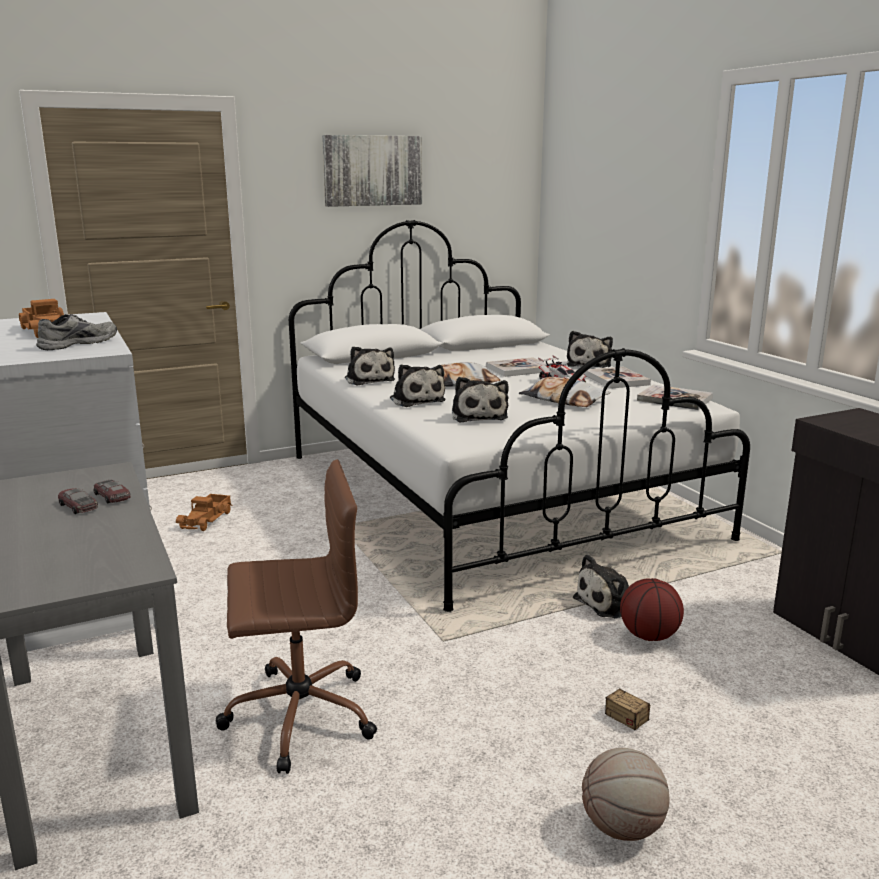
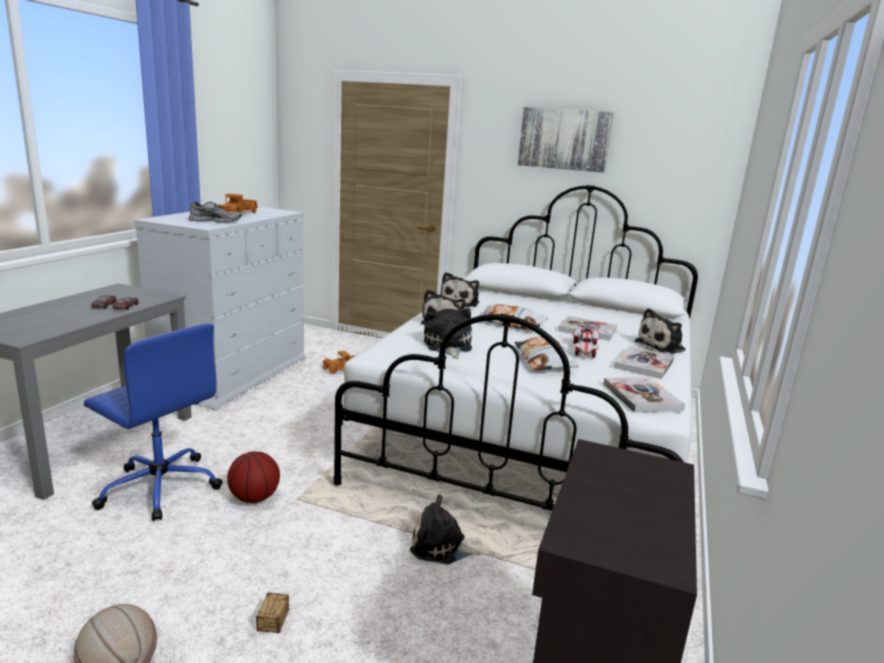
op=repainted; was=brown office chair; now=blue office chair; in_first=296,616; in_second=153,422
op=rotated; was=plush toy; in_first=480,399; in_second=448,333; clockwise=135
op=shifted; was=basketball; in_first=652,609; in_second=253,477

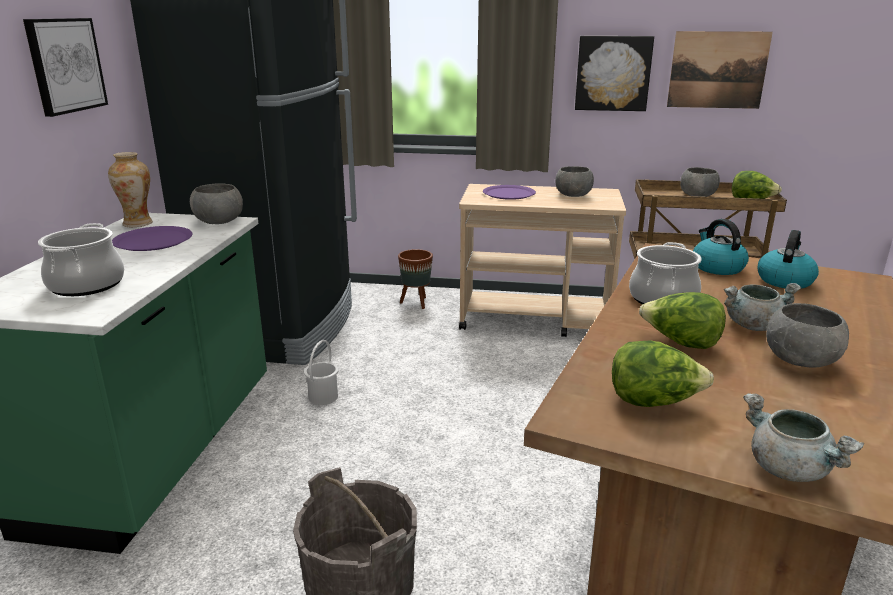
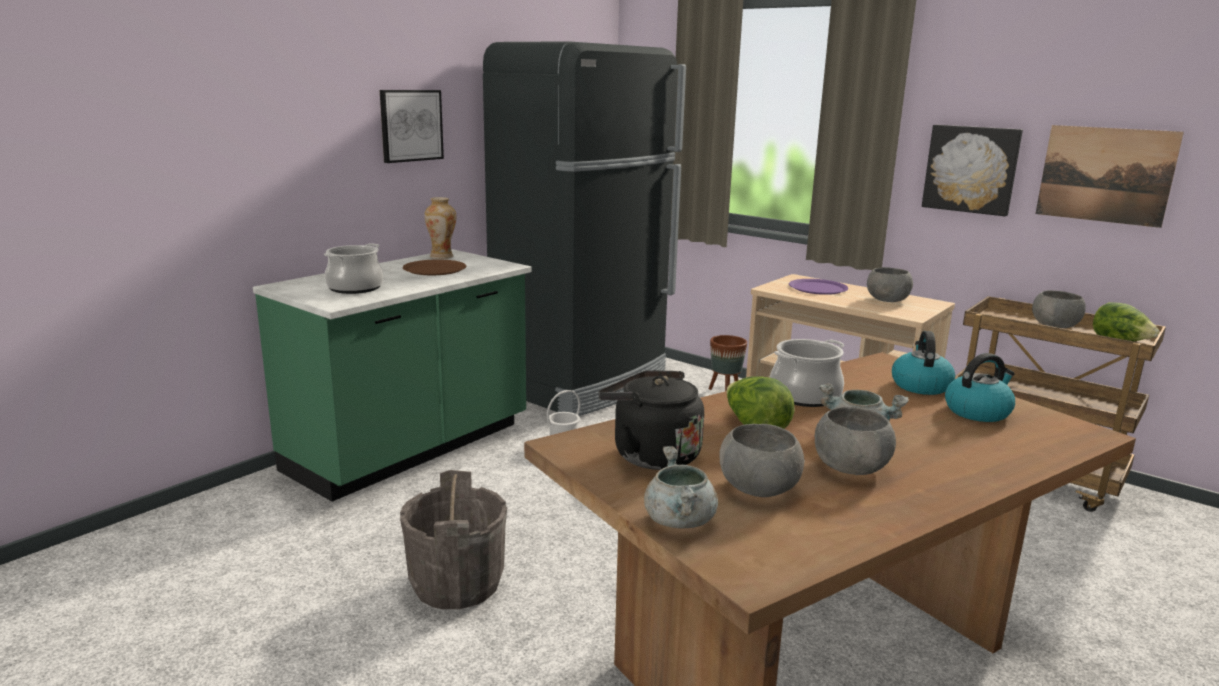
op=repainted; was=purple plate; now=brown plate; in_first=152,238; in_second=434,267
op=shifted; was=grey bowl; in_first=216,203; in_second=762,460
op=swapped; was=lettuce; now=black kettle; in_first=663,373; in_second=651,420

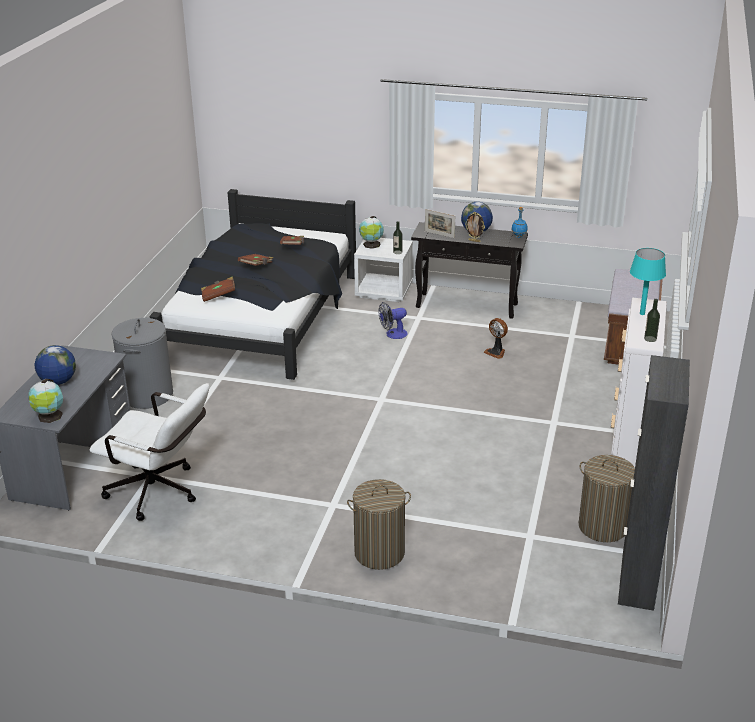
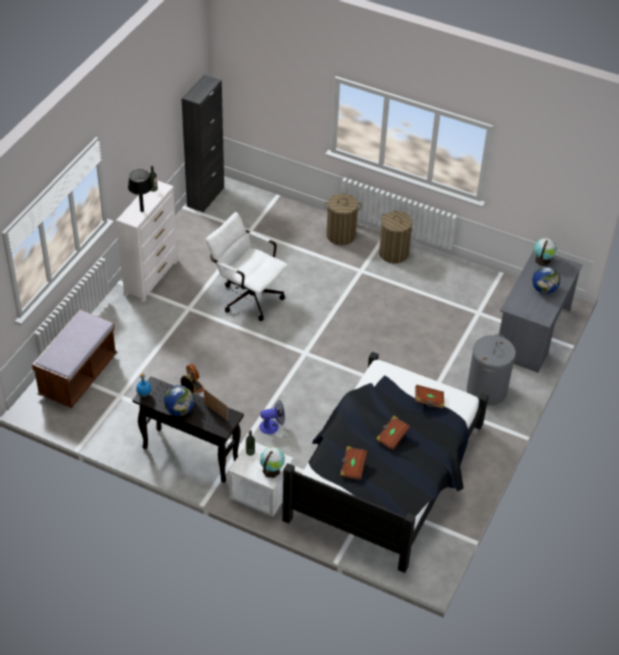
op=shifted; was=white office chair; in_first=149,452; in_second=247,266
op=shifted; was=laundry basket; in_first=607,498; in_second=396,237
op=repainted; was=turquoise table lamp; now=black table lamp; in_first=648,281; in_second=140,190

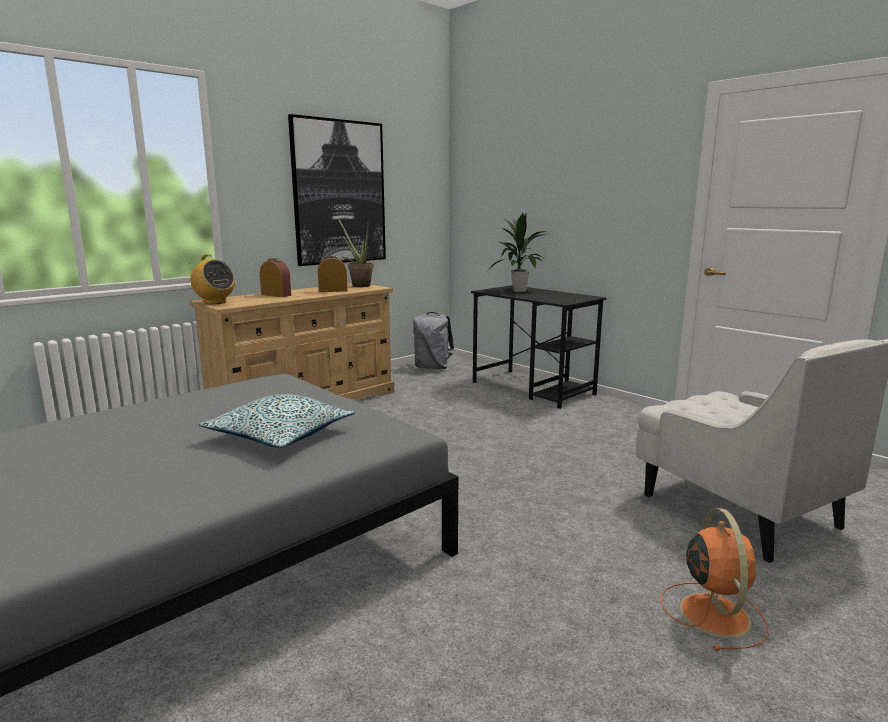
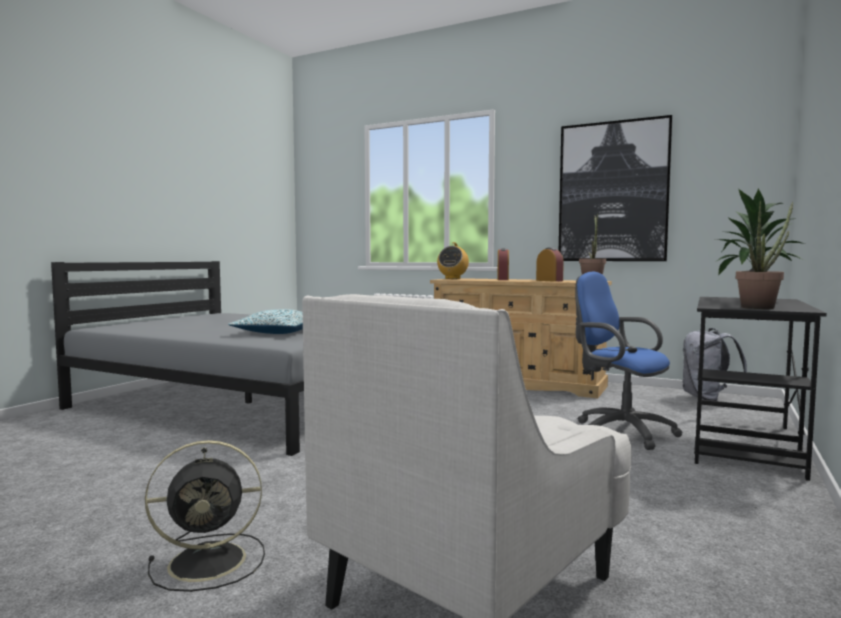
op=repainted; was=orange fan; now=black fan; in_first=714,579; in_second=205,516
op=new; now=blue office chair; in_second=629,361
op=new; now=potted plant; in_second=764,254

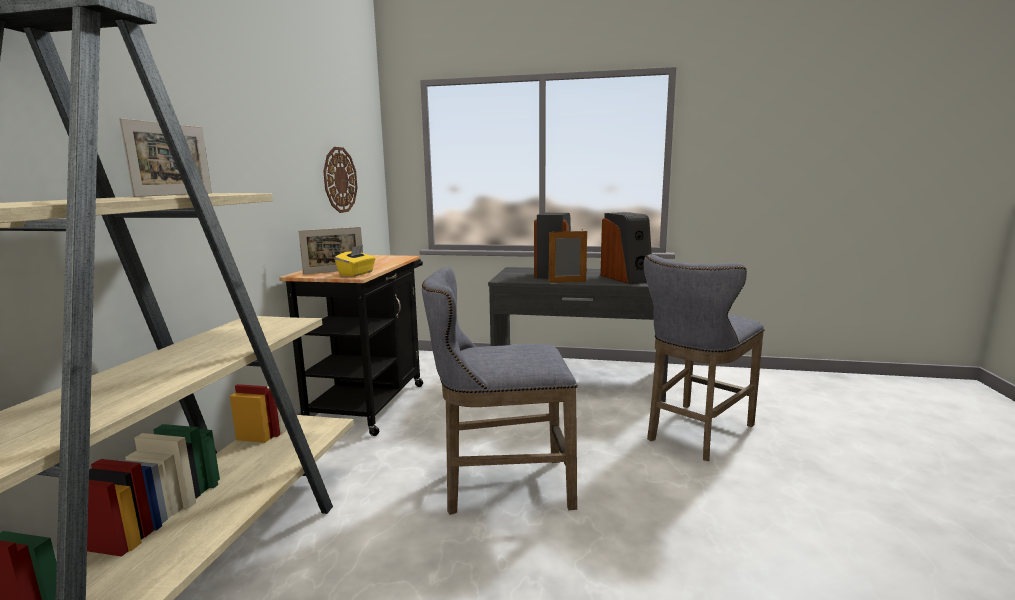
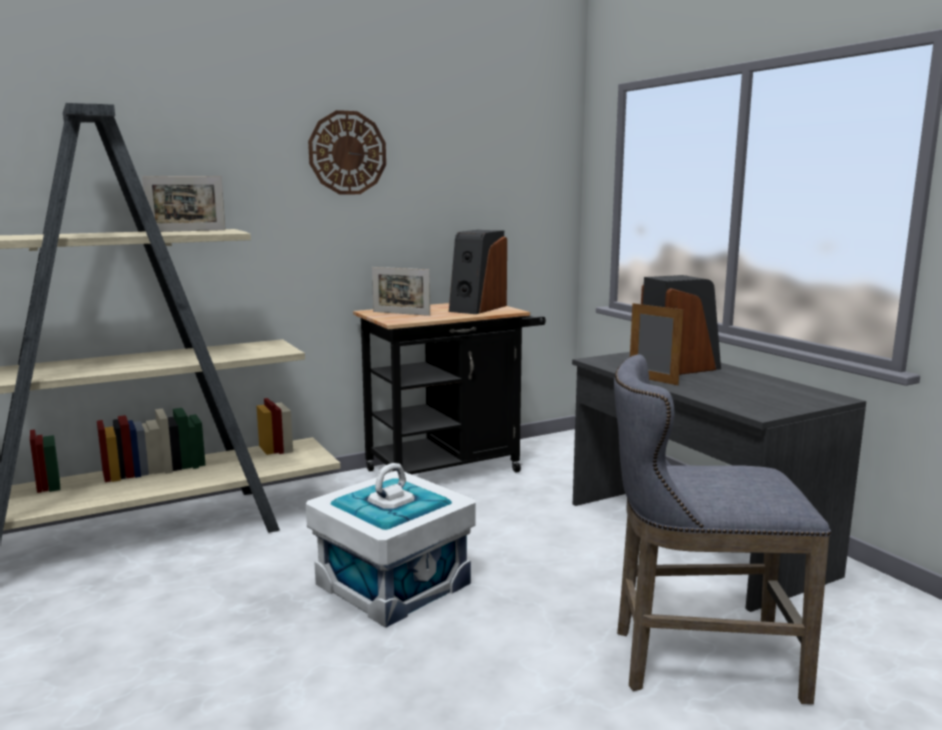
op=shifted; was=wall clock; in_first=340,180; in_second=347,152
op=gone; was=yellow tissue box; in_first=355,261
op=swapped; was=grey stool; now=white storage box; in_first=500,391; in_second=391,545
op=shifted; was=speaker; in_first=626,248; in_second=478,272

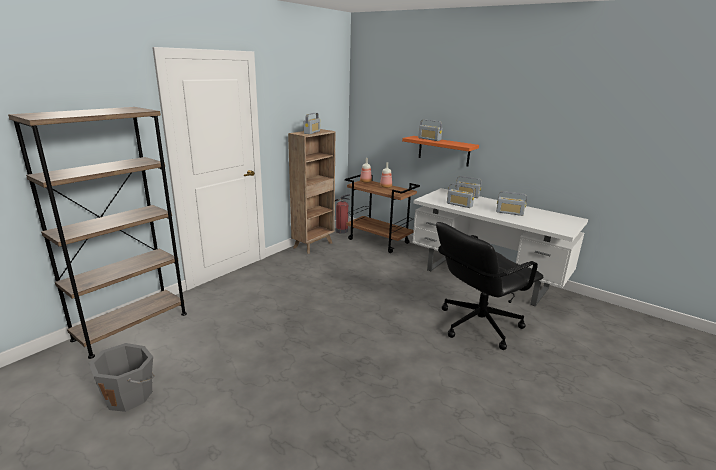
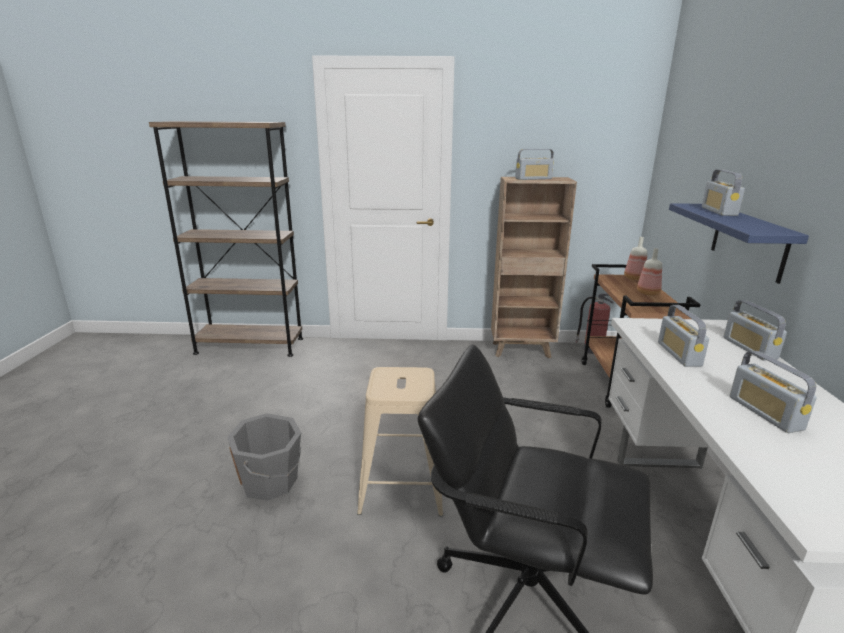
op=shifted; was=grey bucket; in_first=122,377; in_second=264,456
op=repainted; was=orange shelf; now=blue shelf; in_first=440,151; in_second=739,243
op=new; now=beige stool; in_second=400,441

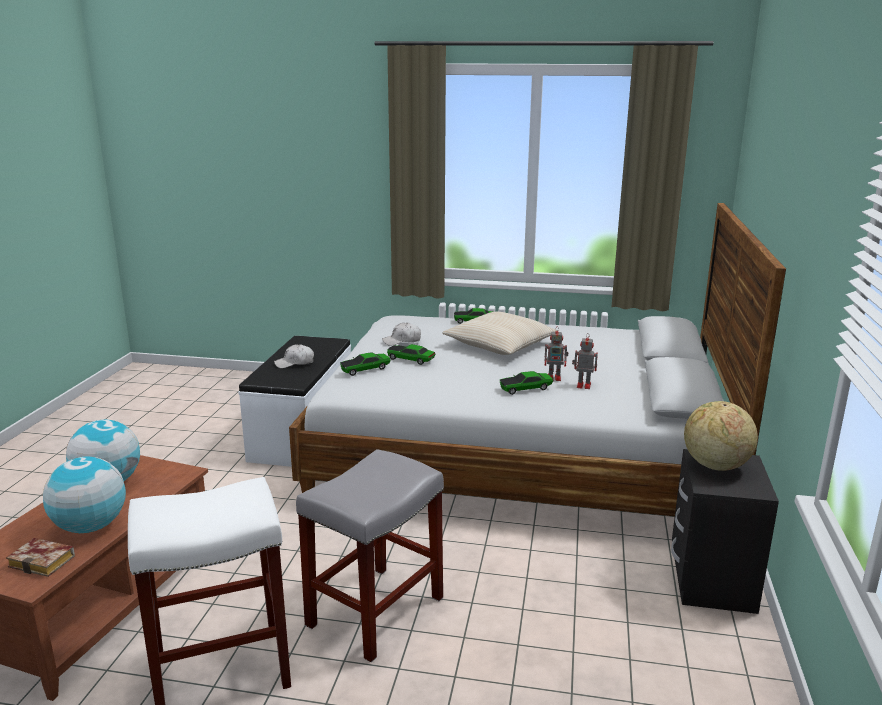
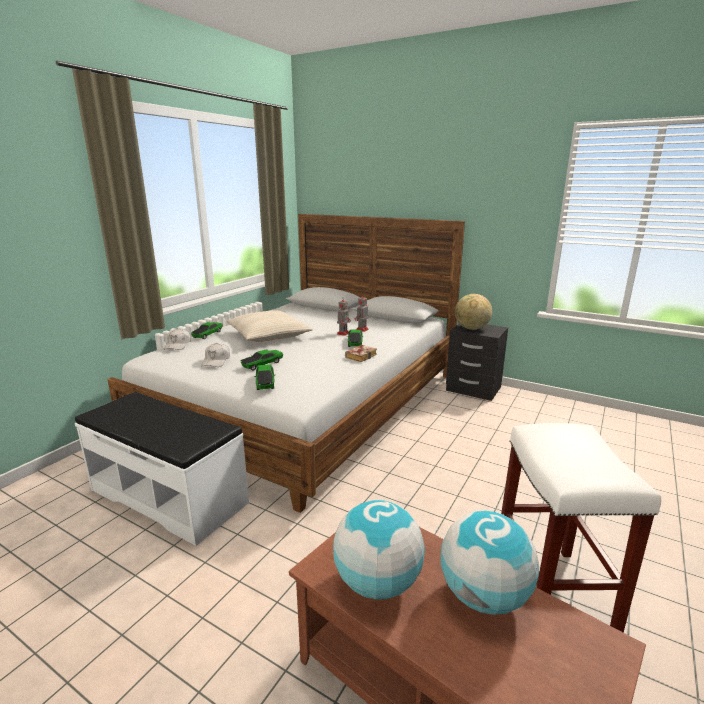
op=shifted; was=book; in_first=40,557; in_second=361,353
op=shifted; was=white cap; in_first=294,356; in_second=177,339
op=gone; was=grey stool; in_first=370,555

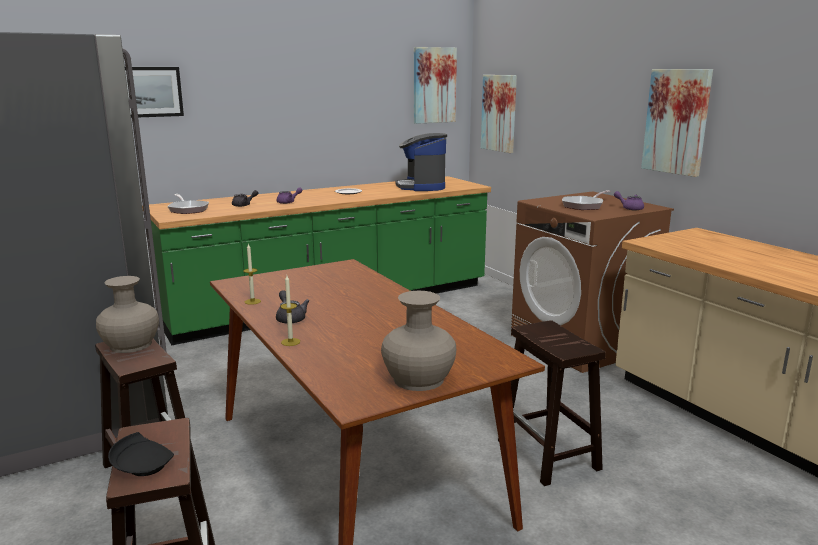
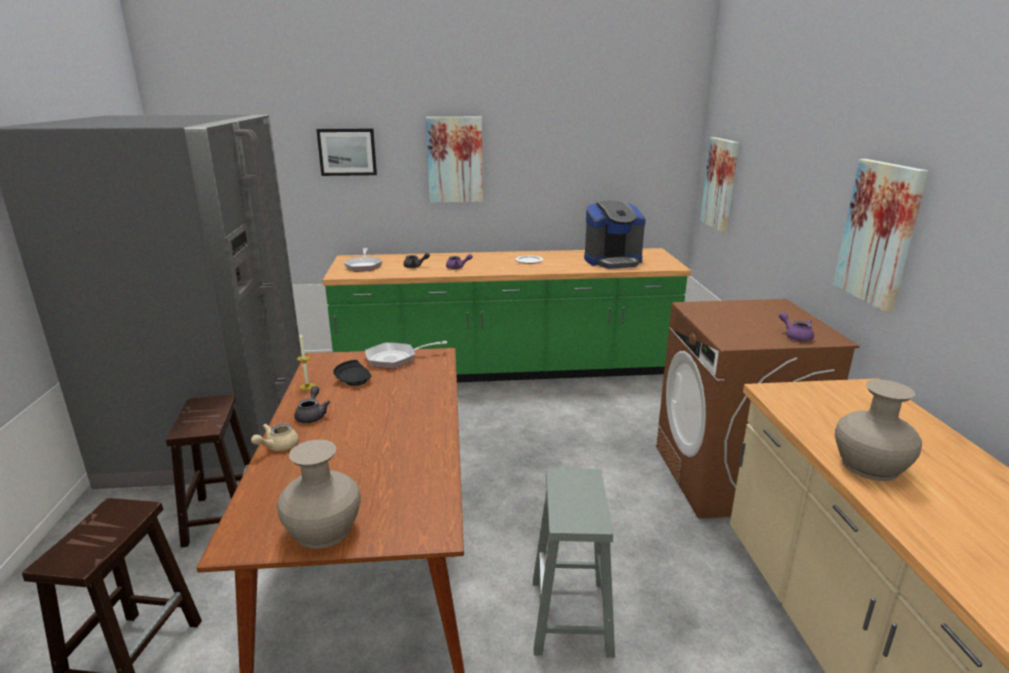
op=shifted; was=beige vase; in_first=127,314; in_second=878,430
op=shifted; was=black plate; in_first=141,454; in_second=352,373
op=swapped; was=candle; now=beige teapot; in_first=290,310; in_second=275,437
op=rotated; was=coffee machine; in_first=421,162; in_second=615,234; clockwise=-120
op=shifted; was=picture; in_first=435,85; in_second=454,160
op=repainted; was=brown stool; now=grey stool; in_first=552,403; in_second=574,563
op=shifted; was=frying pan; in_first=586,200; in_second=406,355

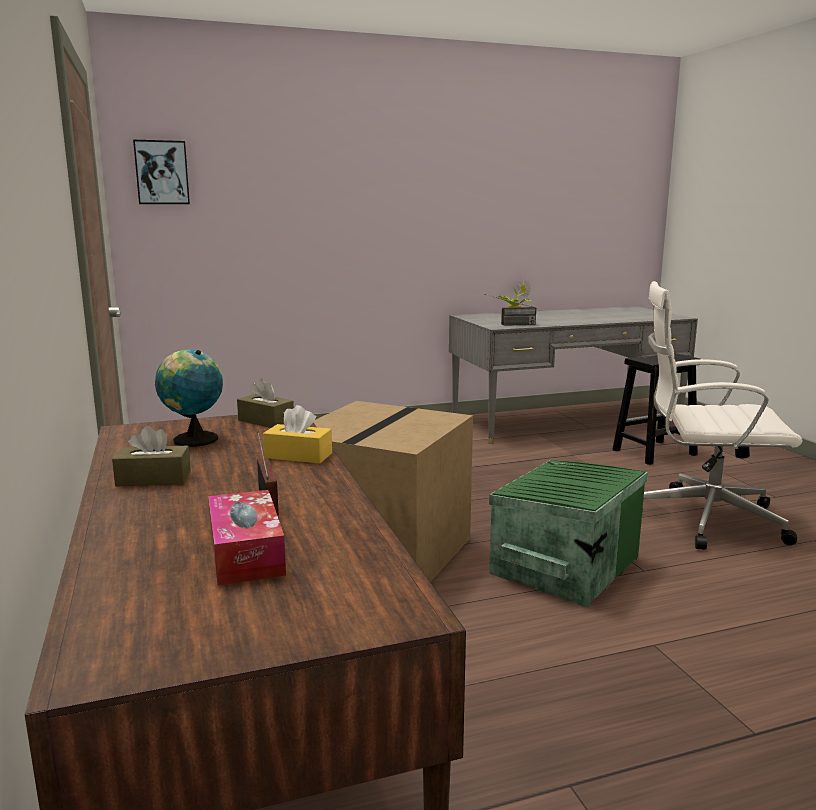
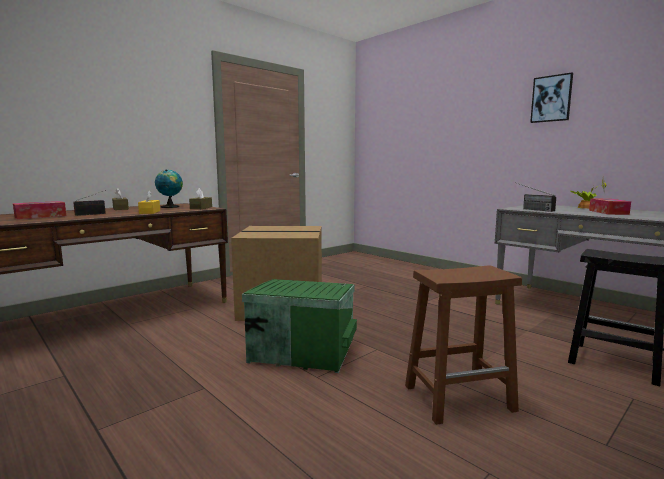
op=shifted; was=picture; in_first=161,171; in_second=551,97
op=swapped; was=white office chair; now=brown stool; in_first=722,415; in_second=463,345
op=new; now=tissue box; in_second=610,207

